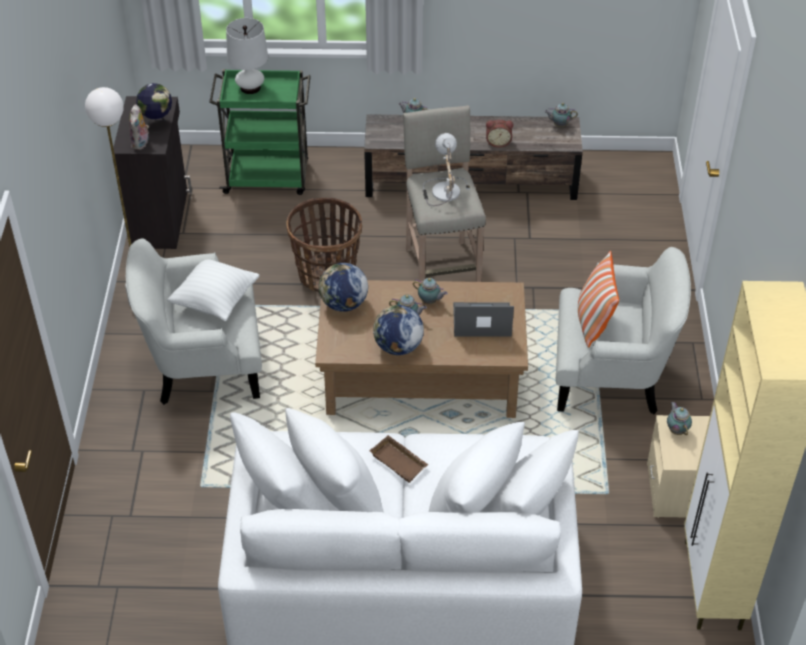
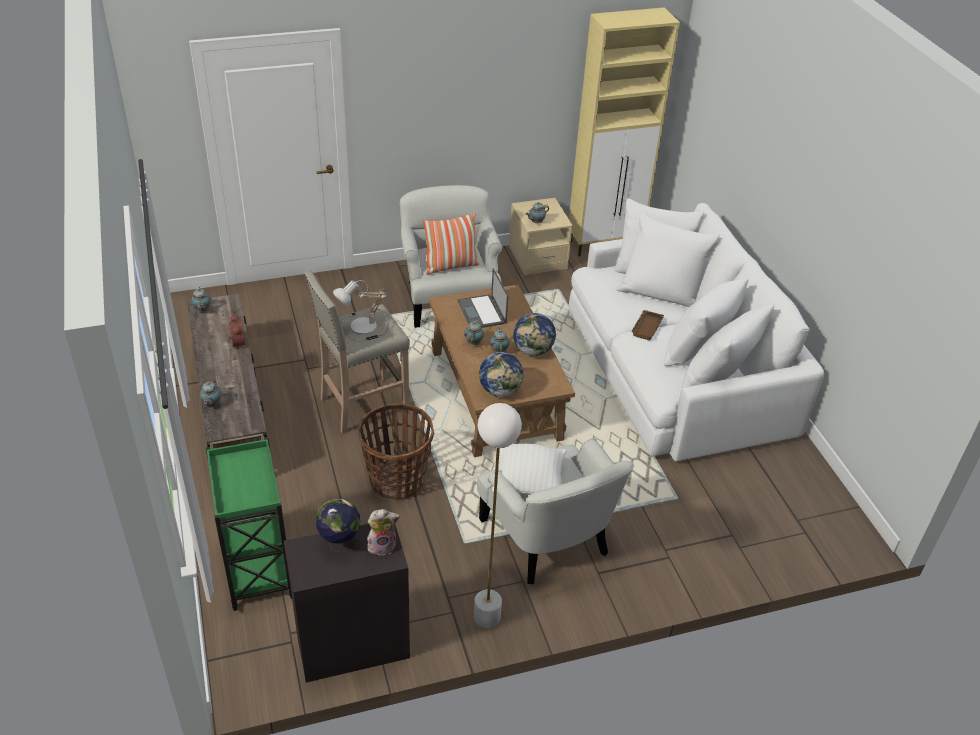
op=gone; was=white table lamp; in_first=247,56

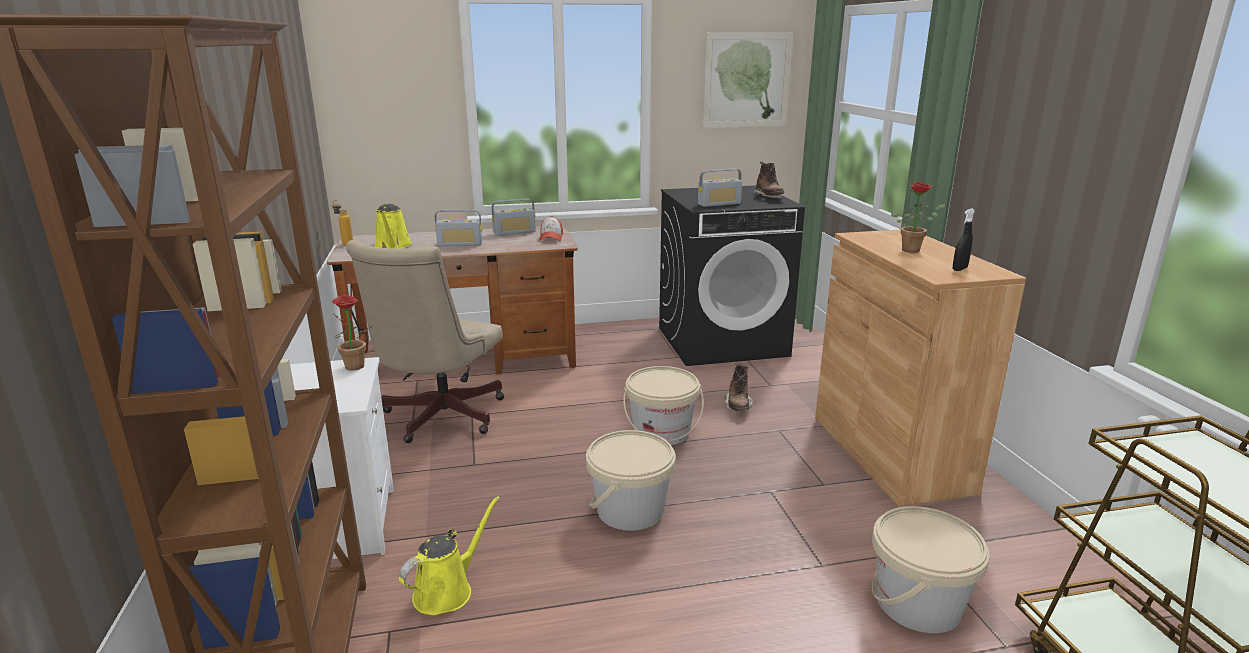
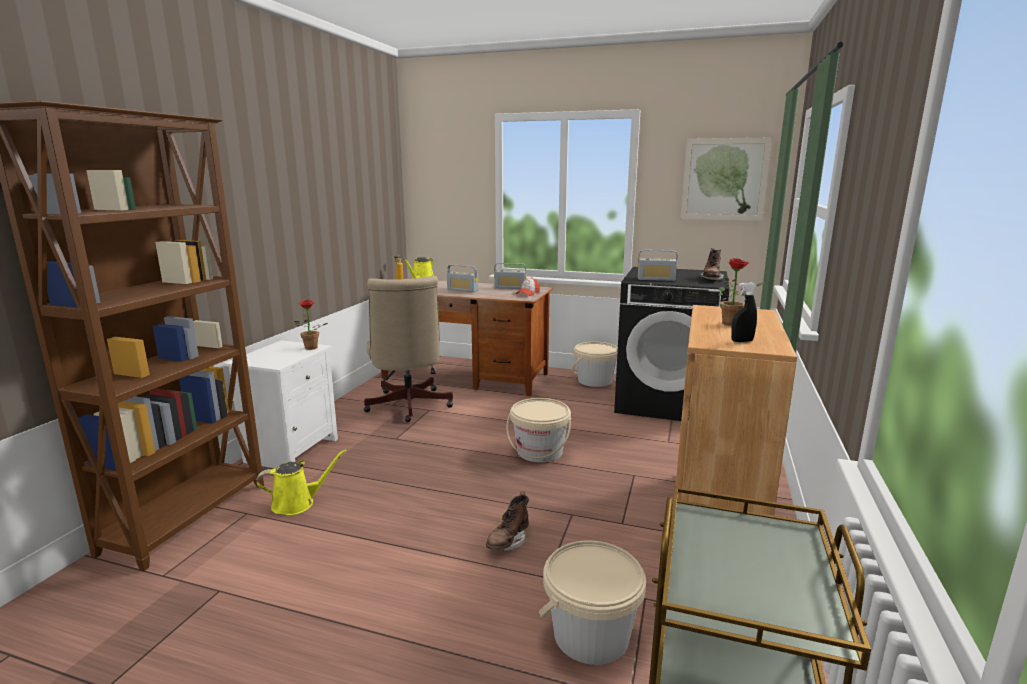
op=rotated; was=beige office chair; in_first=425,341; in_second=408,349; clockwise=-60
op=shifted; was=beige bucket; in_first=631,480; in_second=595,364
op=shifted; was=brown boot; in_first=738,387; in_second=507,521

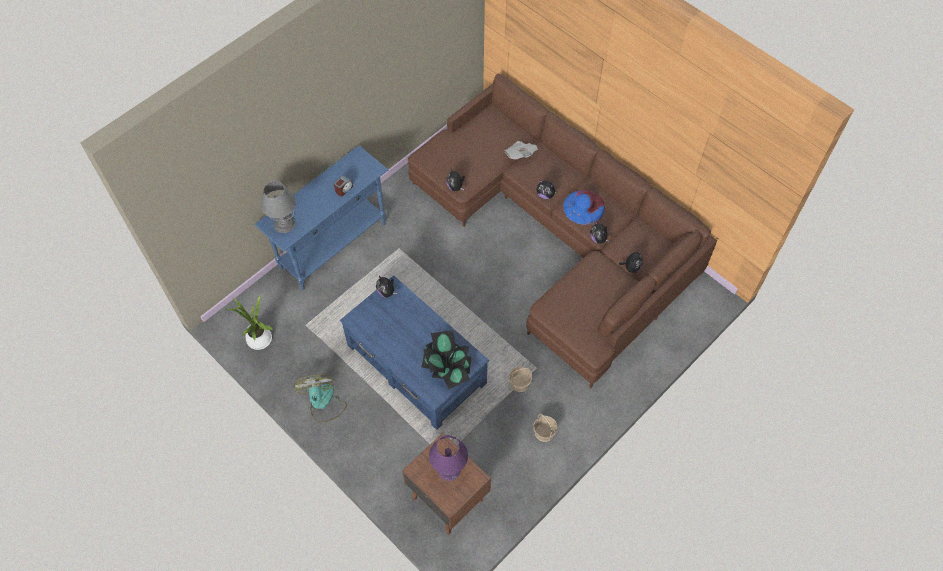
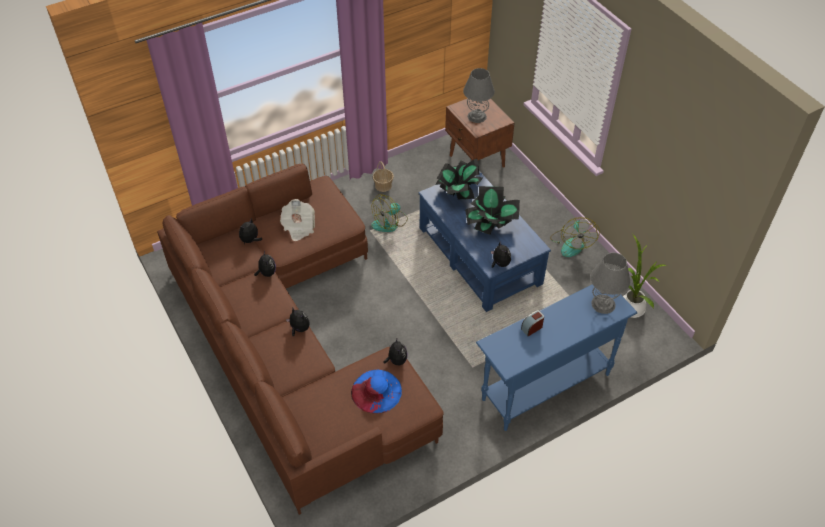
op=repainted; was=purple table lamp; now=grey table lamp; in_first=448,458; in_second=479,95
op=shifted; was=newspaper; in_first=521,150; in_second=297,220
op=swapped; was=basket; now=fan; in_first=520,379; in_second=389,213
op=shifted; was=blue hat; in_first=584,207; in_second=376,391
op=new; now=potted plant; in_second=492,210

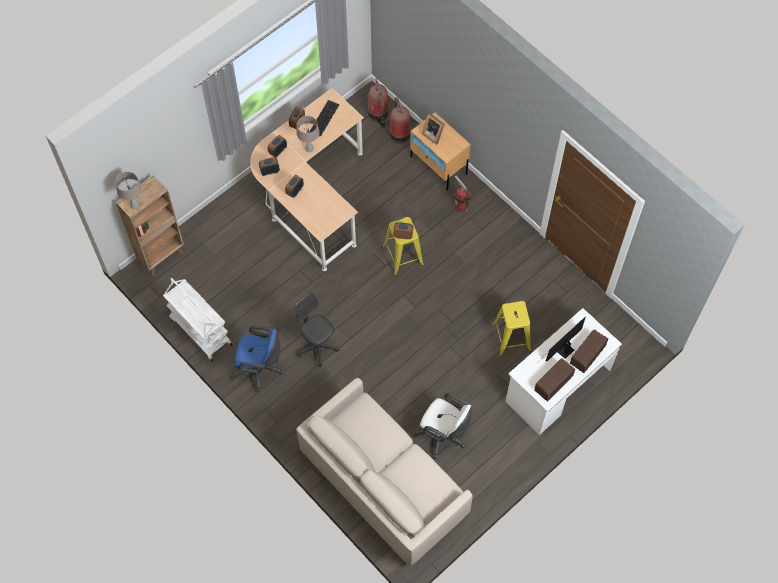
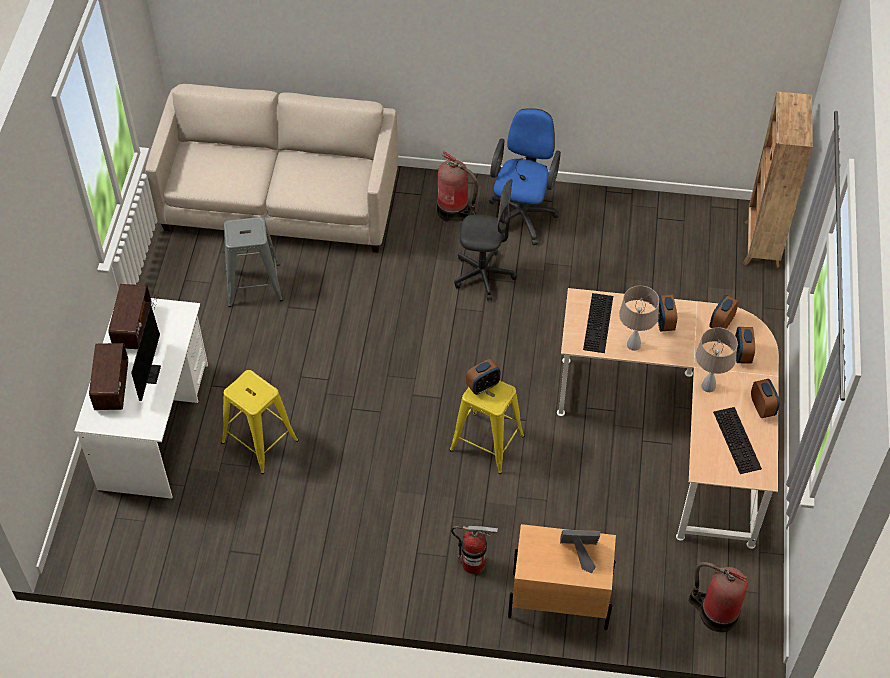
op=shifted; was=beige table lamp; in_first=128,190; in_second=639,318
op=gone; was=white cart; in_first=197,319
op=rotated; was=blue office chair; in_first=257,358; in_second=525,177; clockwise=135
op=shifted; was=fire extinguisher; in_first=400,120; in_second=457,187
op=swapped; was=white office chair; now=grey stool; in_first=442,425; in_second=253,262
op=new; now=keyboard; in_second=598,323

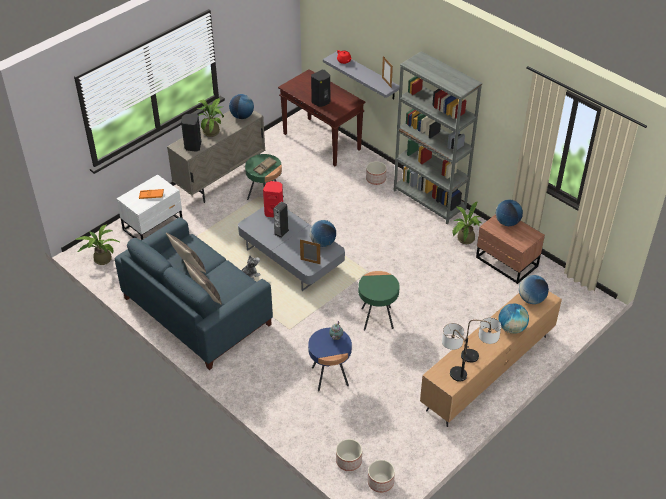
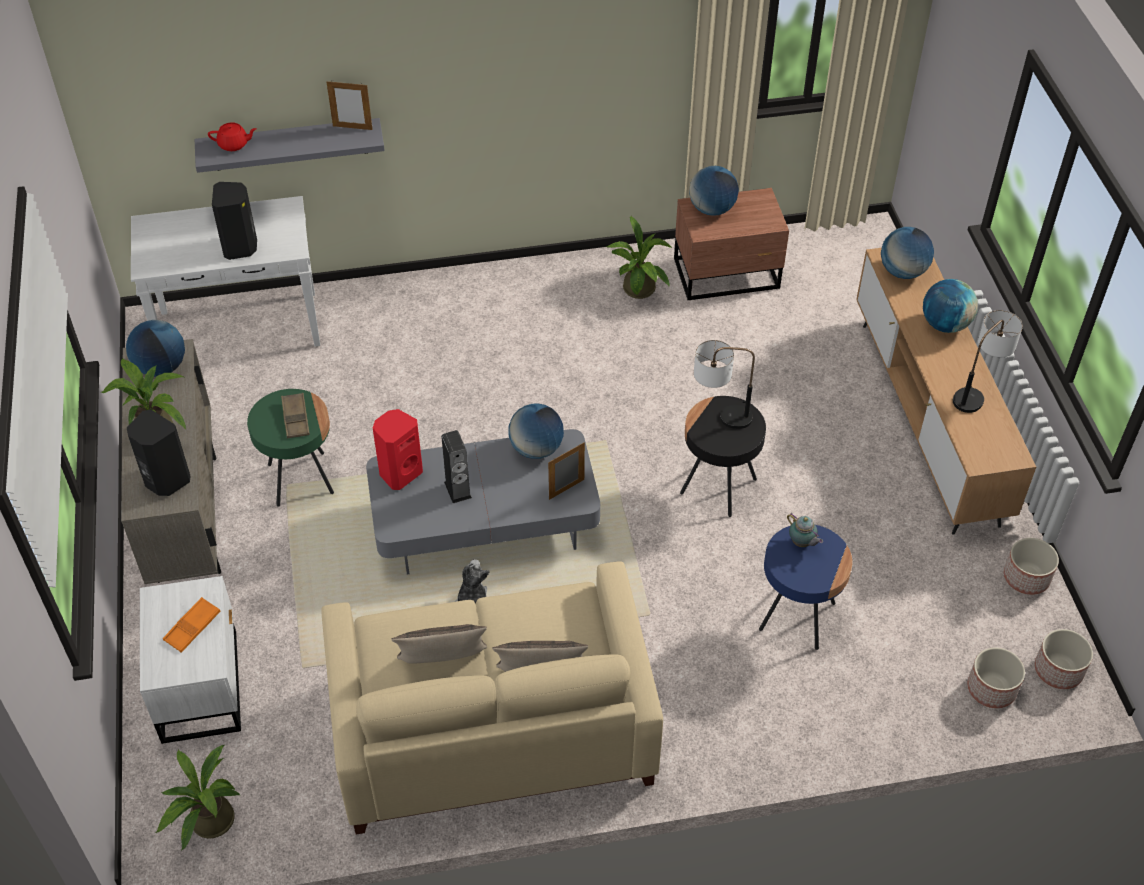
op=repainted; was=blue sofa; now=beige sofa; in_first=194,293; in_second=492,698
op=repainted; was=brown console table; now=white console table; in_first=322,117; in_second=225,271
op=repainted; was=green side table; now=black side table; in_first=379,300; in_second=723,456
op=shifted; was=planter; in_first=376,173; in_second=1031,566
op=gone; was=grey bookcase; in_first=438,137
op=shifted; was=table lamp; in_first=454,352; in_second=724,384

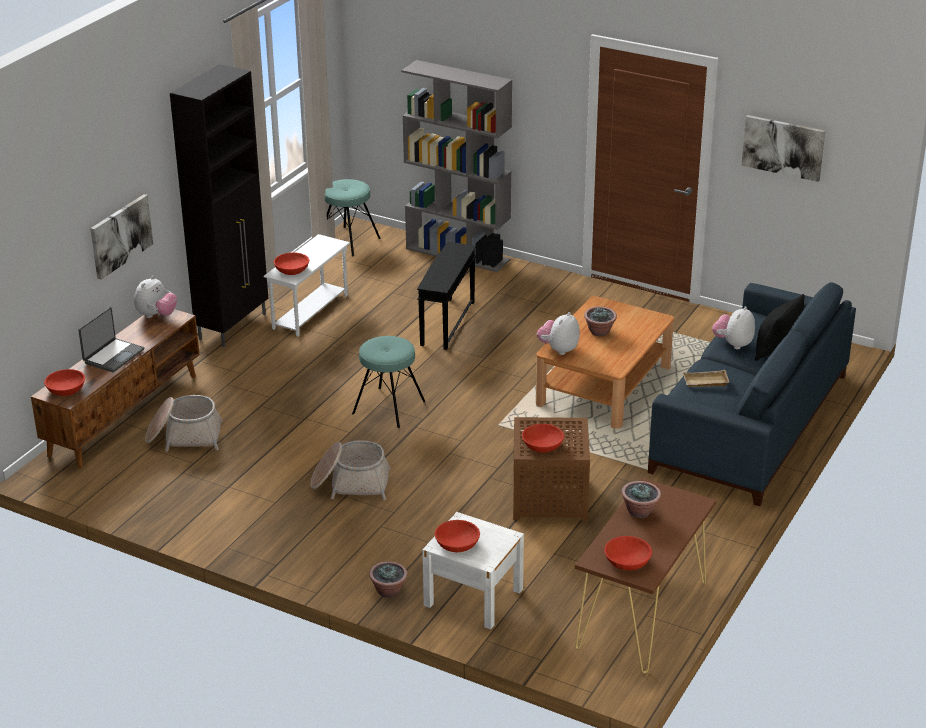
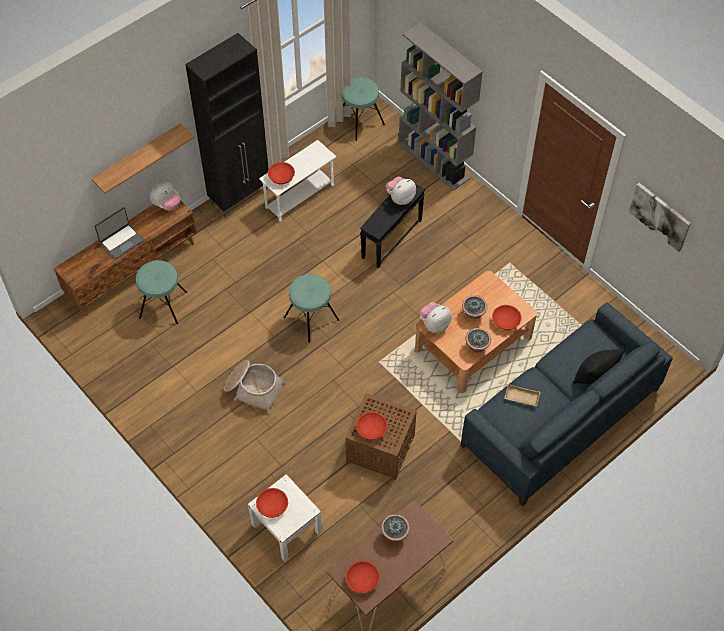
op=shifted; was=red bowl; in_first=64,382; in_second=506,317
op=swapped; was=picture; now=shelf; in_first=121,237; in_second=142,158
op=swapped; was=basket; now=turquoise stool; in_first=184,423; in_second=161,292
op=shifted; was=potted plant; in_first=388,579; in_second=478,340
op=shifted; was=plush toy; in_first=733,327; in_second=400,191

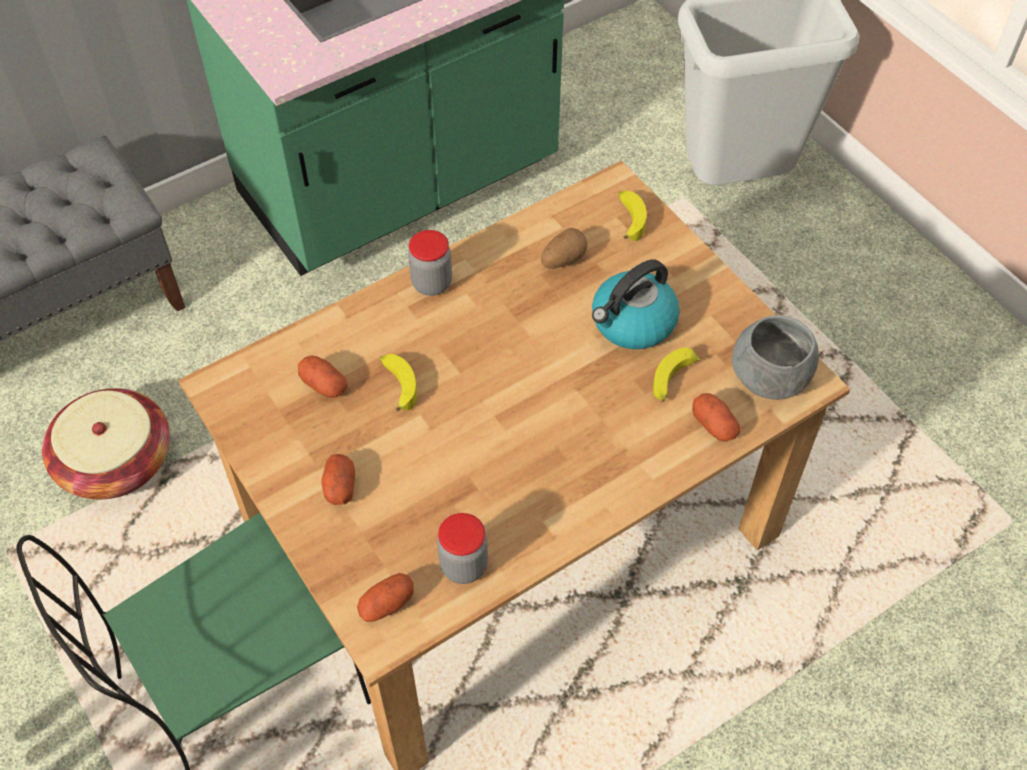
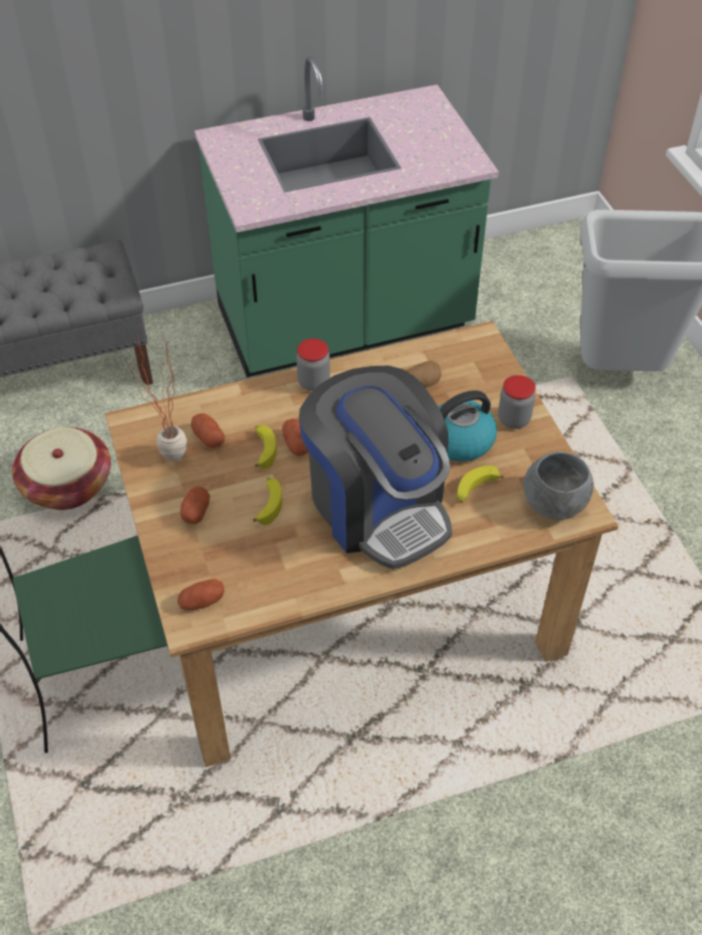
op=shifted; was=jar; in_first=462,548; in_second=517,402
op=shifted; was=banana; in_first=632,216; in_second=267,501
op=shifted; was=potato; in_first=716,417; in_second=295,437
op=new; now=potted plant; in_second=155,395
op=new; now=coffee machine; in_second=375,467

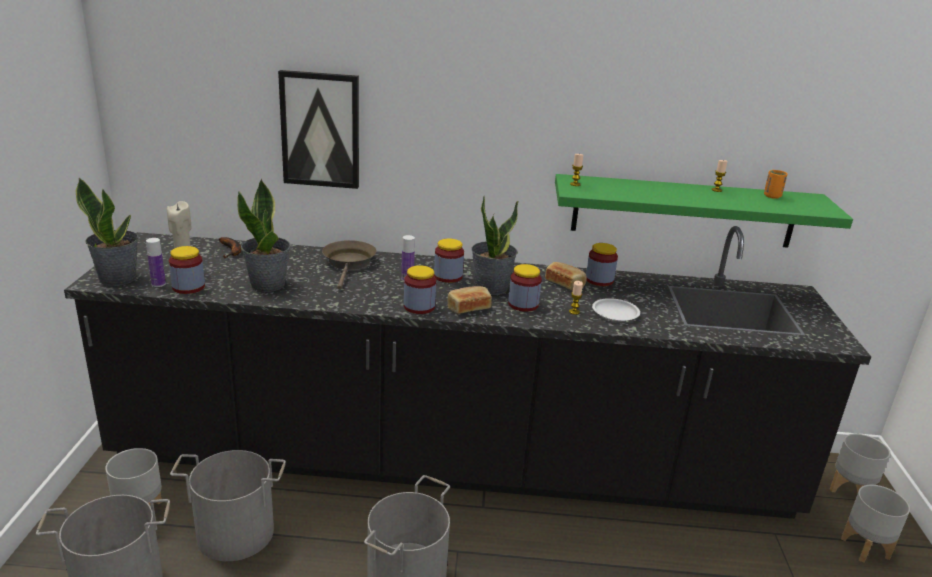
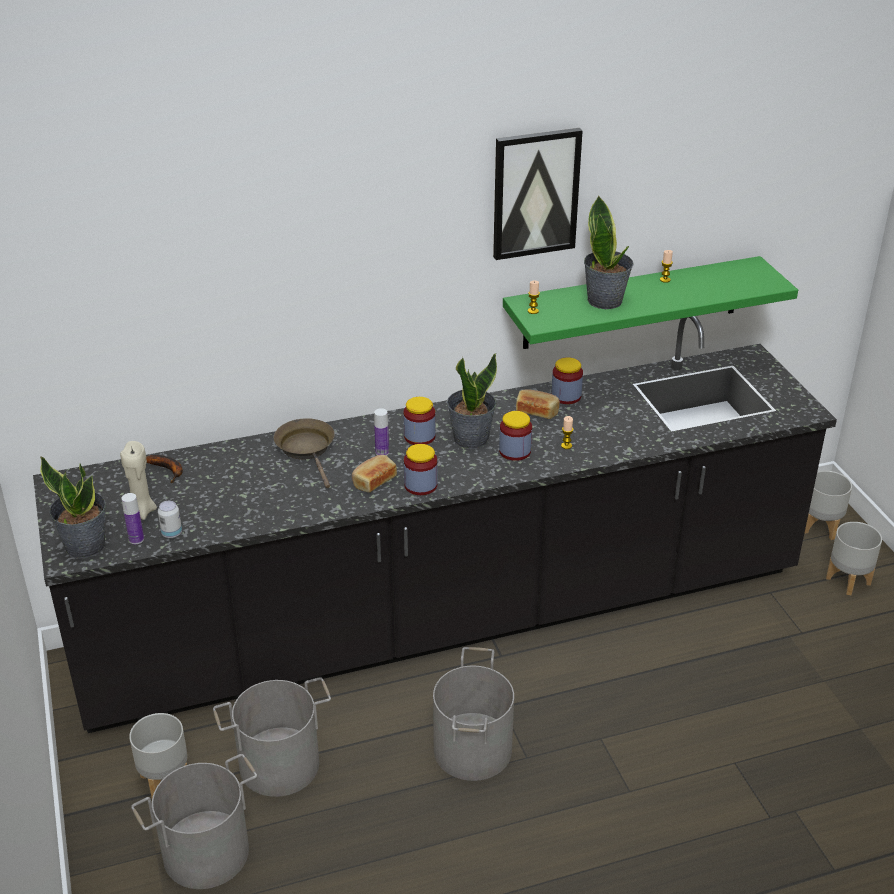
op=swapped; was=jar; now=can; in_first=187,270; in_second=170,519
op=shifted; was=potted plant; in_first=264,235; in_second=609,252
op=shifted; was=picture; in_first=318,129; in_second=538,194
op=shifted; was=bread; in_first=470,300; in_second=374,474
op=gone; was=white plate; in_first=616,309
op=gone; was=orange cup; in_first=776,184

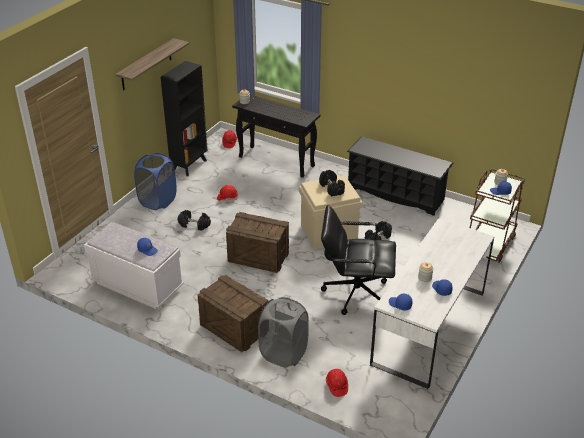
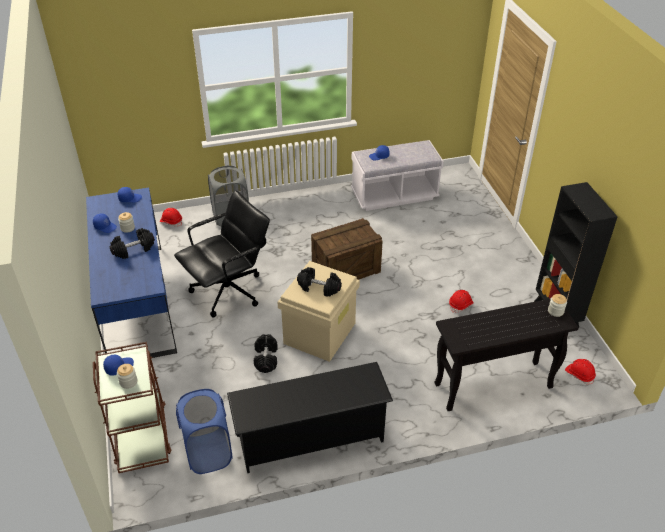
op=gone; was=shelf; in_first=152,64
op=shifted; was=blue laundry basket; in_first=155,181; in_second=204,431
op=shifted; was=black dumbbell; in_first=194,220; in_second=132,243
op=gone; was=crate; in_first=233,313
op=repainted; was=white desk; now=blue desk; in_first=432,303; in_second=131,273

